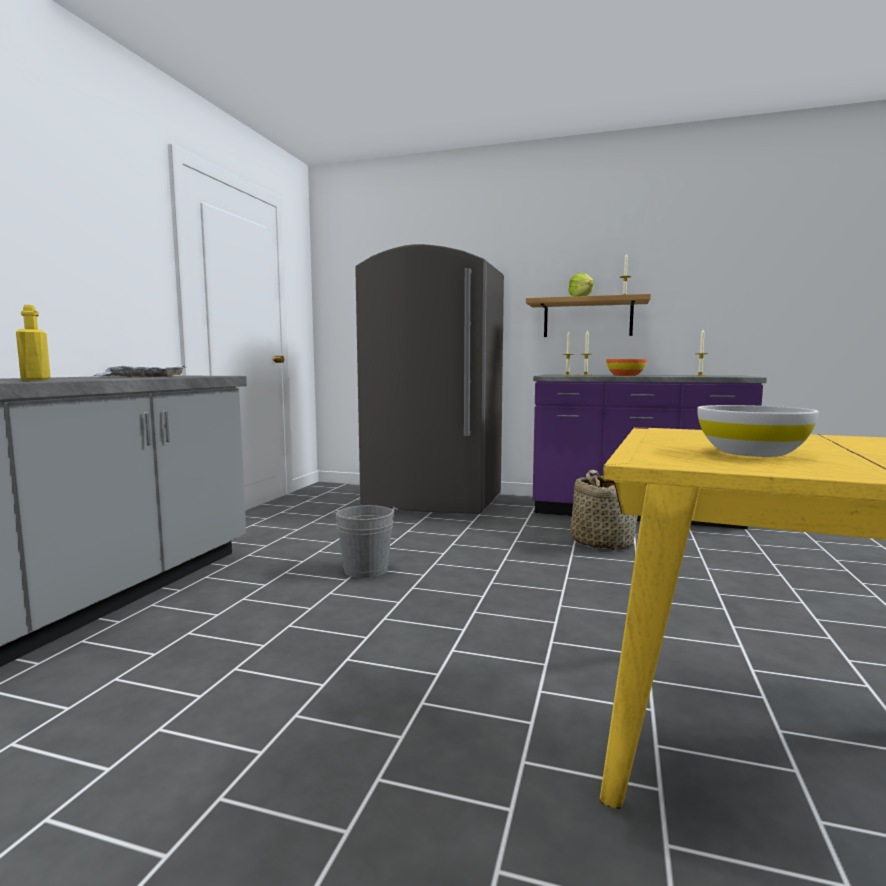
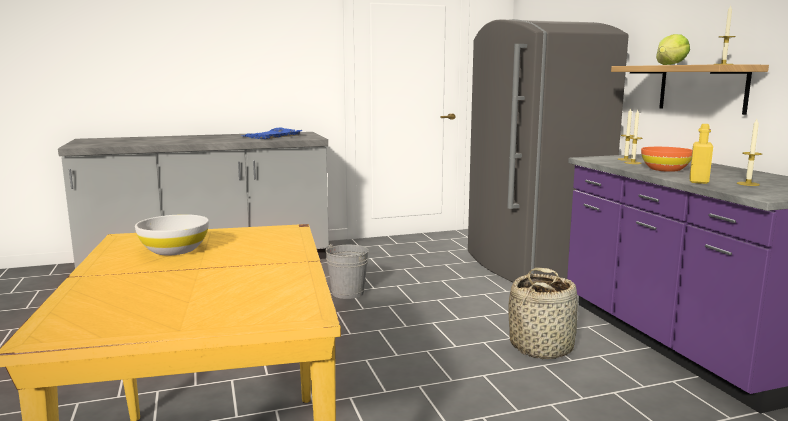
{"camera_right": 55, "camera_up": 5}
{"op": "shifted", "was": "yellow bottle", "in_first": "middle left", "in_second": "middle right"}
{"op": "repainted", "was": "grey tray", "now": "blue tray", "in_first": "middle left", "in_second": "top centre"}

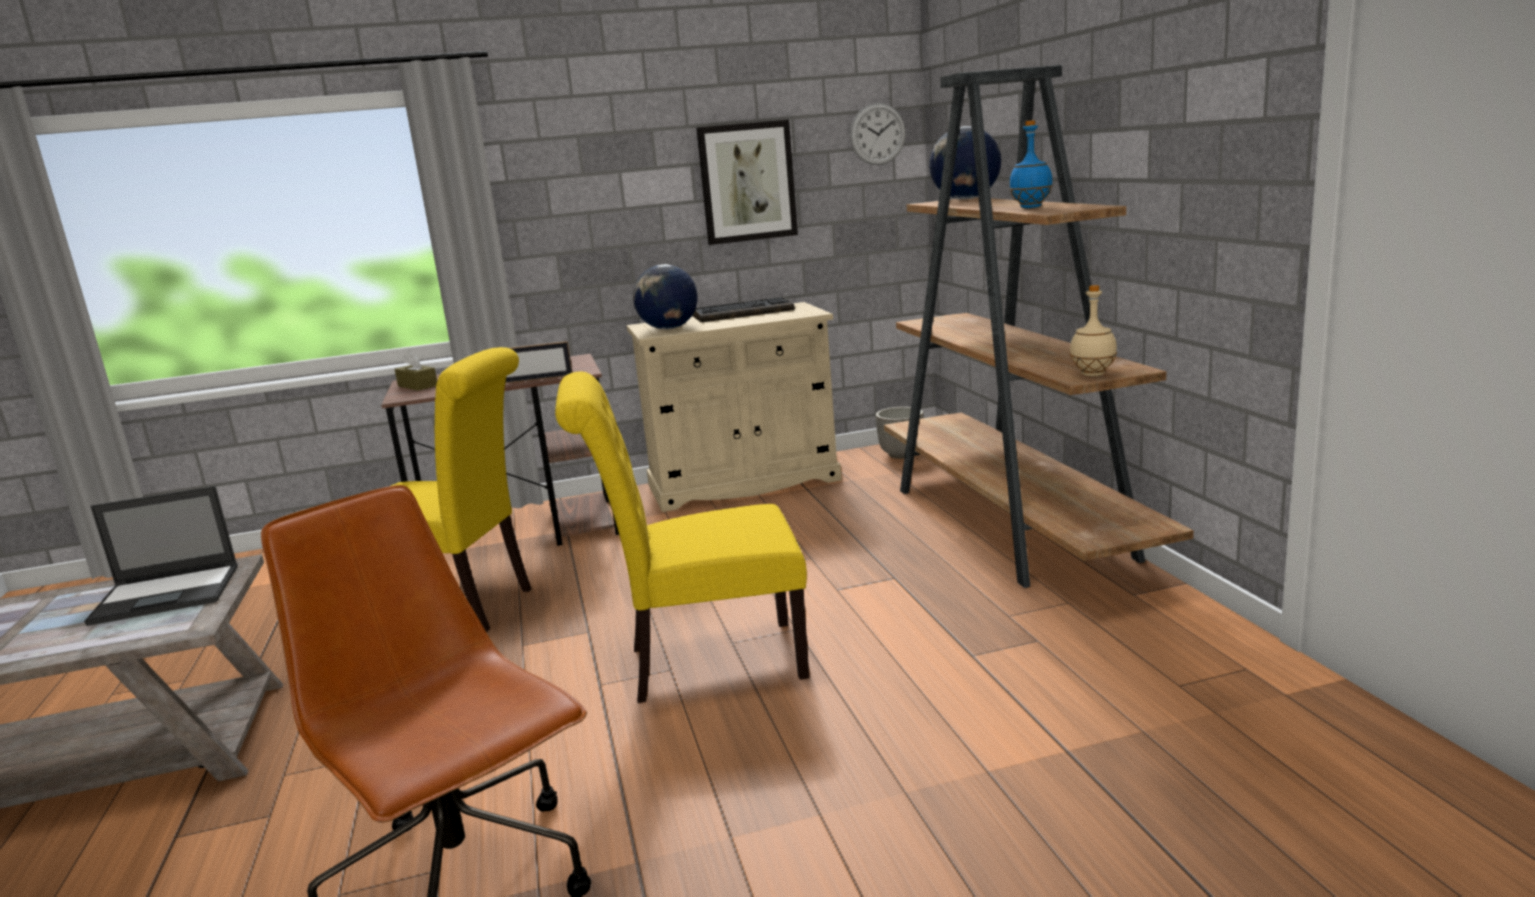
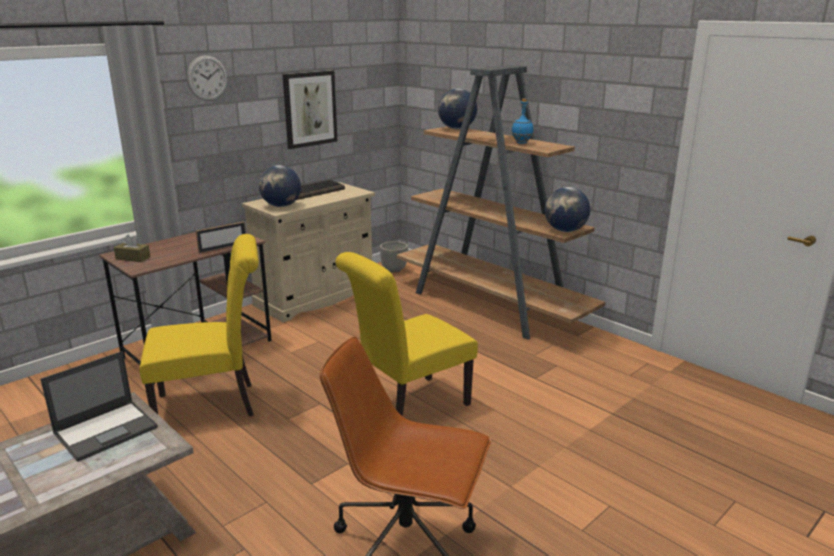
{"camera_right": -30, "camera_up": 5}
{"op": "shifted", "was": "wall clock", "in_first": "top centre", "in_second": "top left"}
{"op": "swapped", "was": "beige bottle", "now": "globe (no. 3 from left)", "in_first": "middle right", "in_second": "middle right"}

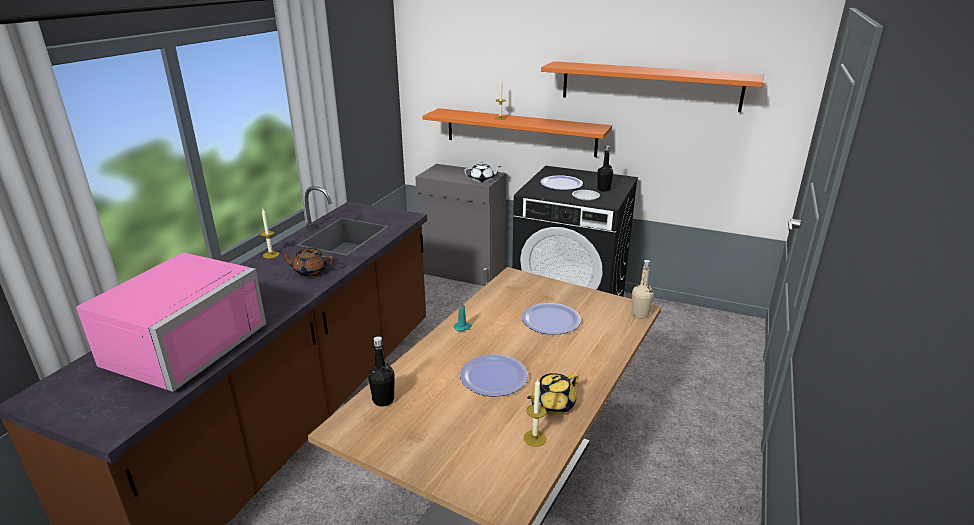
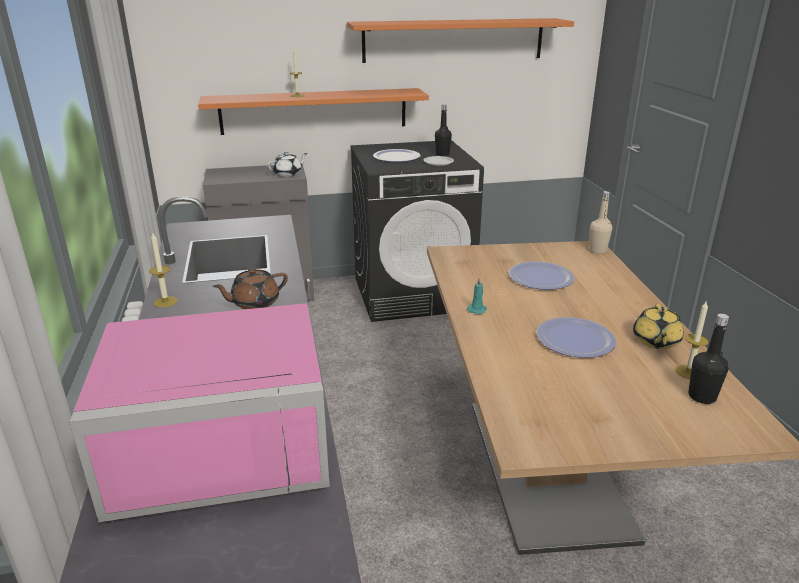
{"camera_right": -35, "camera_up": 0}
{"op": "rotated", "was": "pink microwave", "in_first": "middle left", "in_second": "bottom left", "clockwise": 90}
{"op": "shifted", "was": "black bottle (no. 1 from left in the first image)", "now": "black bottle (no. 2 from left)", "in_first": "bottom centre", "in_second": "middle right"}

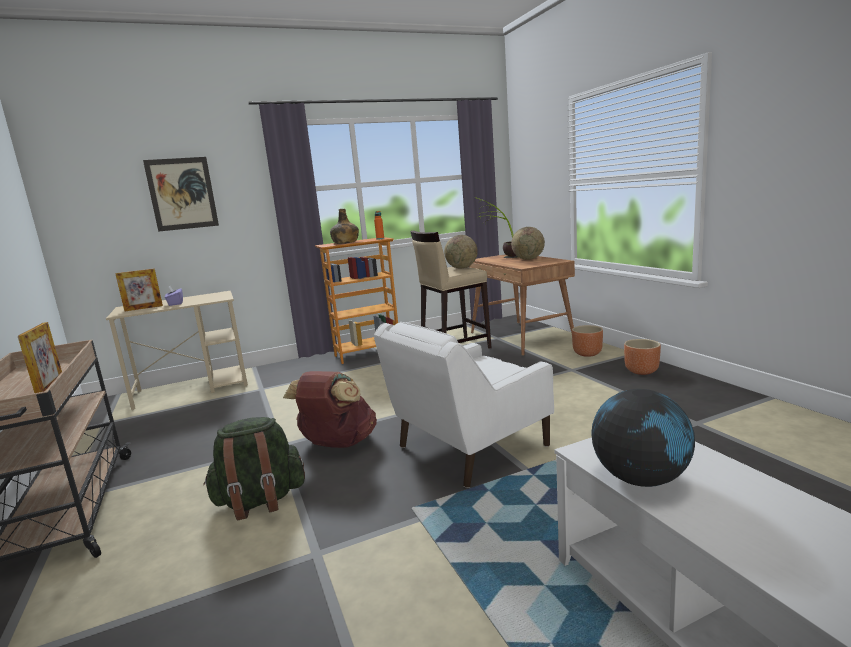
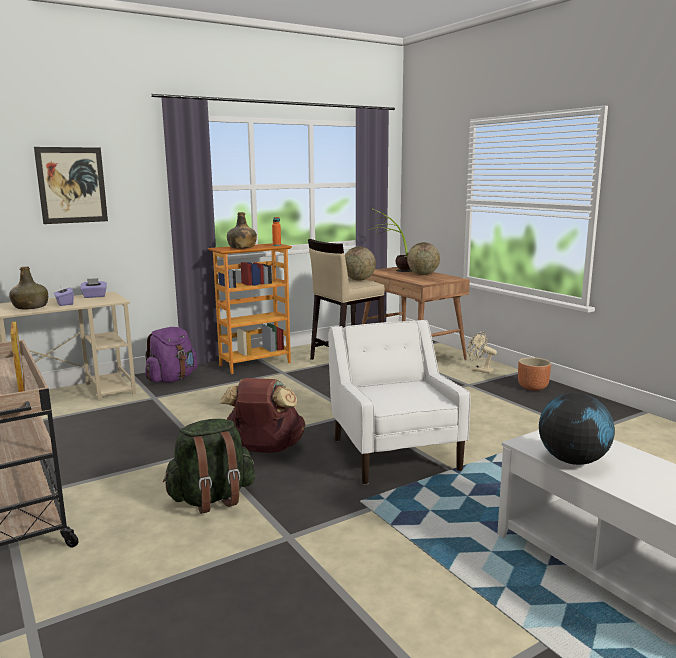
{"camera_right": -10, "camera_up": 0}
{"op": "swapped", "was": "picture frame (no. 2 from left)", "now": "green bottle (no. 1 from left)", "in_first": "middle left", "in_second": "middle left"}
{"op": "rotated", "was": "white armchair", "in_first": "centre", "in_second": "centre", "clockwise": 120}
{"op": "swapped", "was": "brown planter (no. 1 from left)", "now": "beige fan", "in_first": "middle right", "in_second": "middle right"}
{"op": "new", "now": "purple tissue box (no. 2 from left)", "in_second": "middle left"}
{"op": "new", "now": "purple backpack", "in_second": "middle left"}

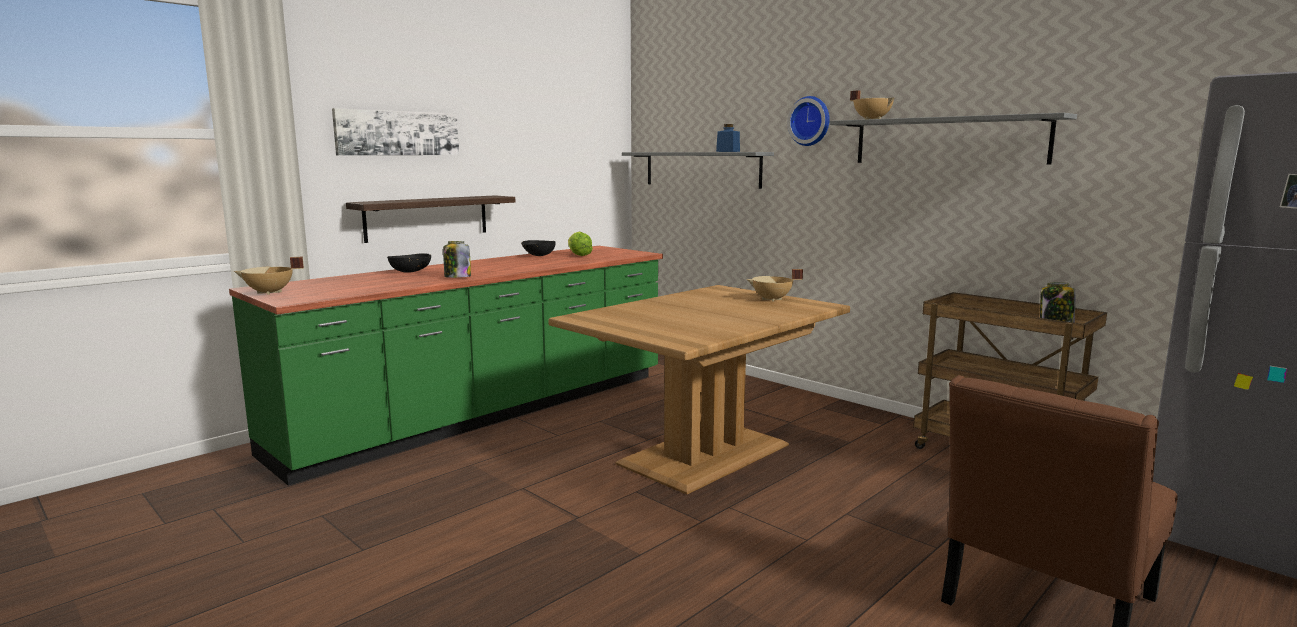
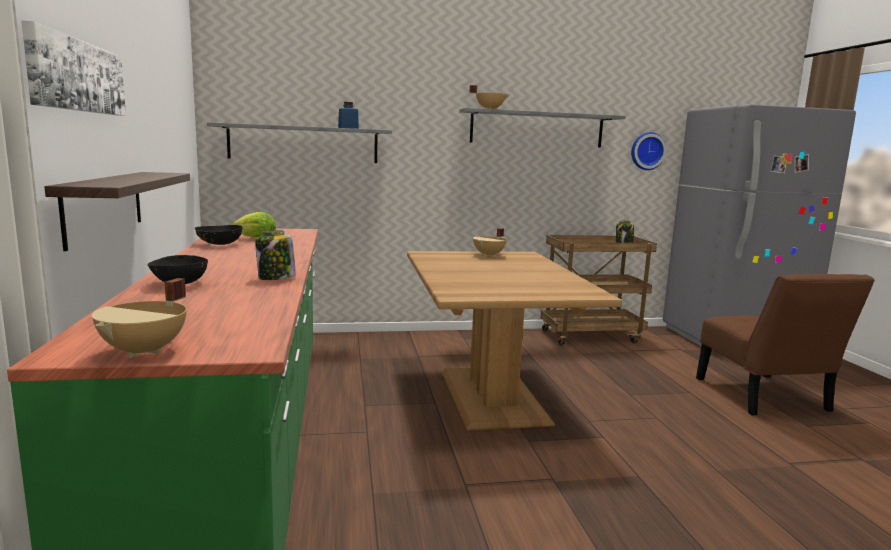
{"camera_right": -55, "camera_up": 0}
{"op": "shifted", "was": "wall clock", "in_first": "top centre", "in_second": "top right"}

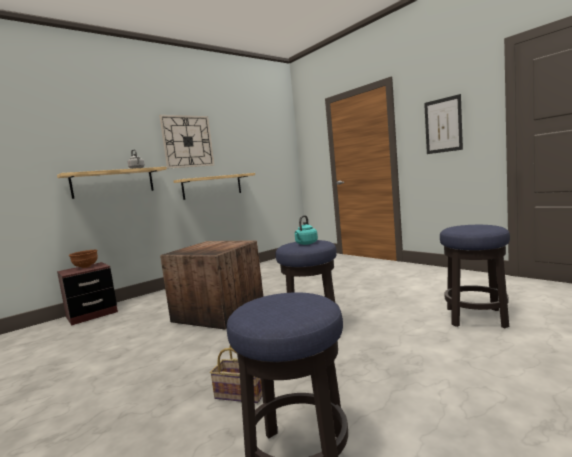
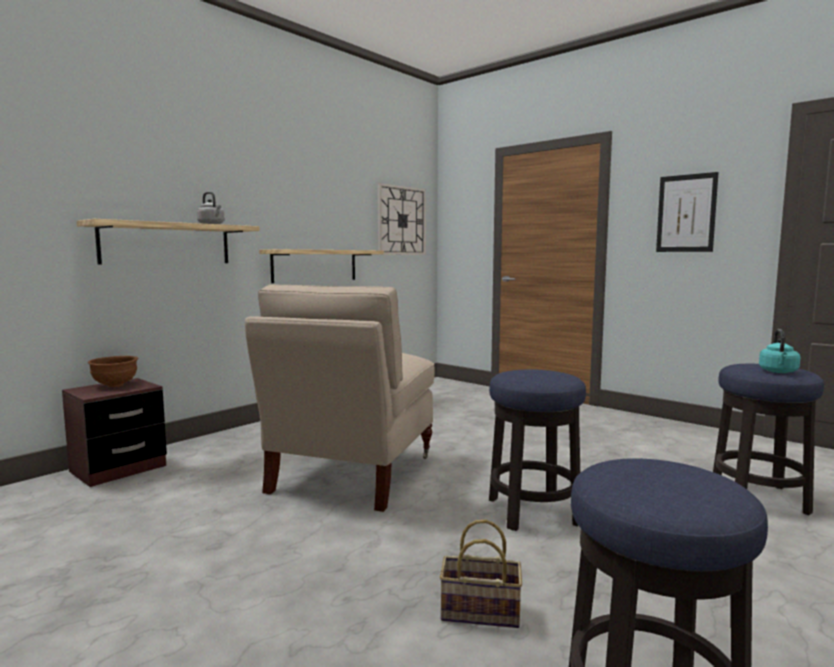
{"camera_right": -10, "camera_up": 0}
{"op": "shifted", "was": "wall clock", "in_first": "top left", "in_second": "top centre"}
{"op": "swapped", "was": "crate", "now": "beige chair", "in_first": "centre", "in_second": "centre"}
{"op": "shifted", "was": "turquoise kettle", "in_first": "centre", "in_second": "middle right"}

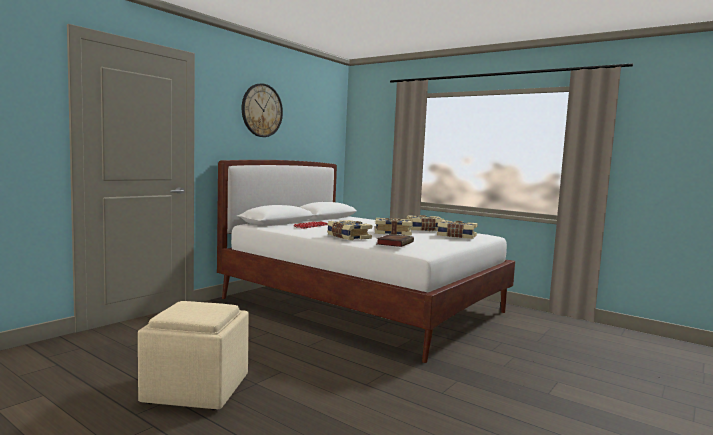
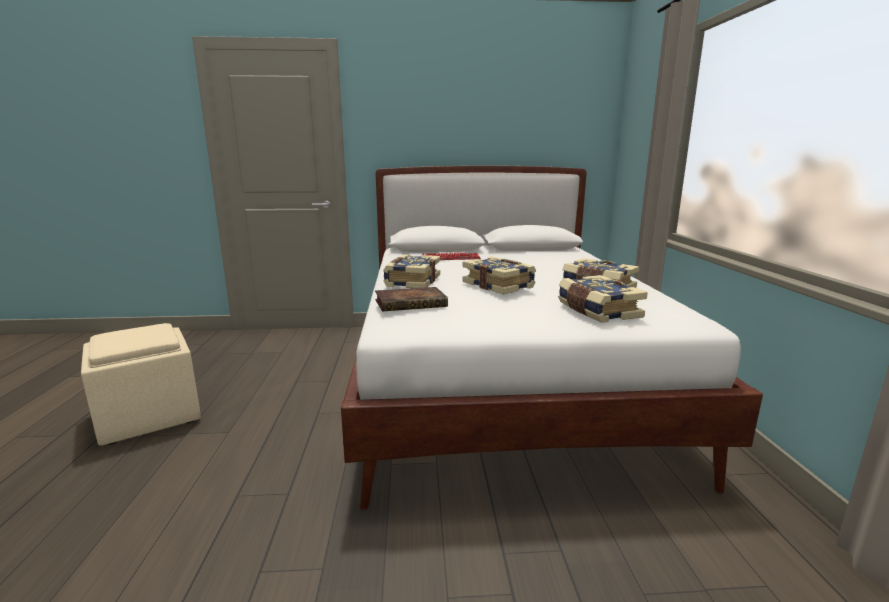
{"camera_right": 50, "camera_up": 10}
{"op": "gone", "was": "wall clock", "in_first": "top centre"}

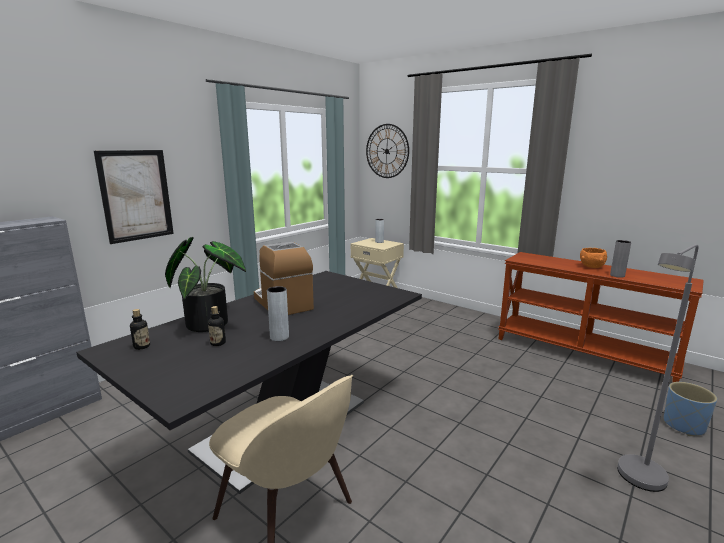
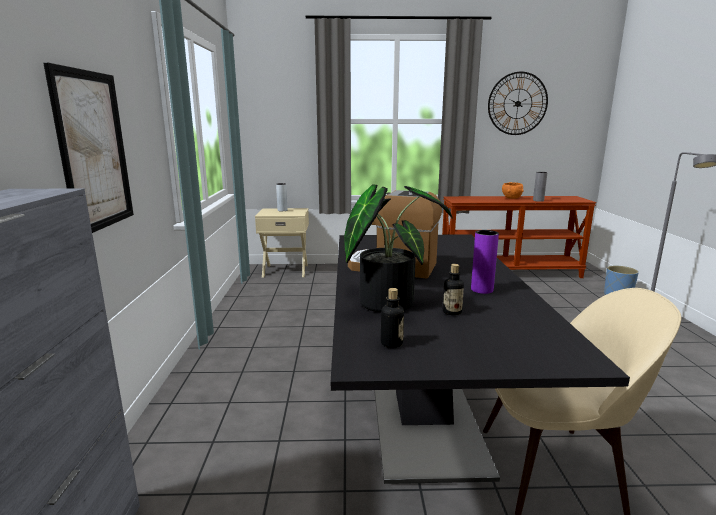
{"camera_right": -40, "camera_up": 0}
{"op": "repainted", "was": "grey vase (no. 1 from left)", "now": "purple vase", "in_first": "centre", "in_second": "middle right"}
{"op": "shifted", "was": "wall clock", "in_first": "top centre", "in_second": "top right"}

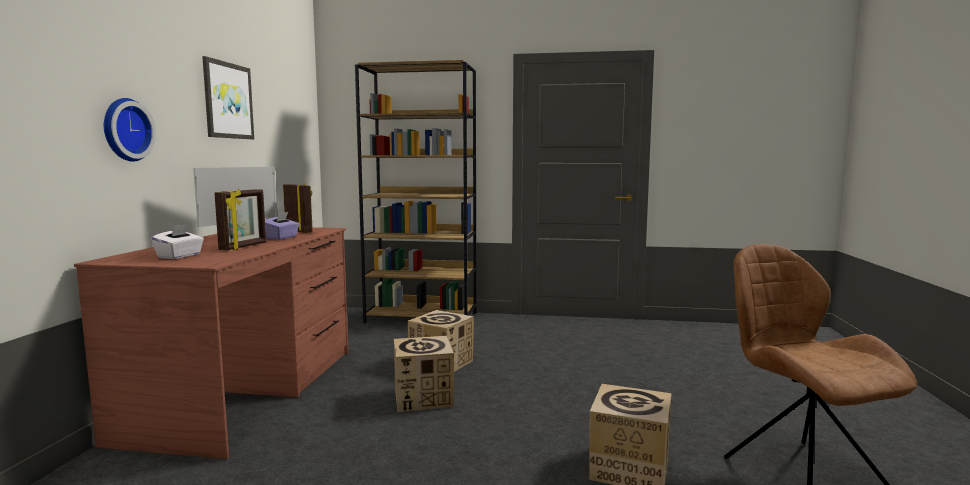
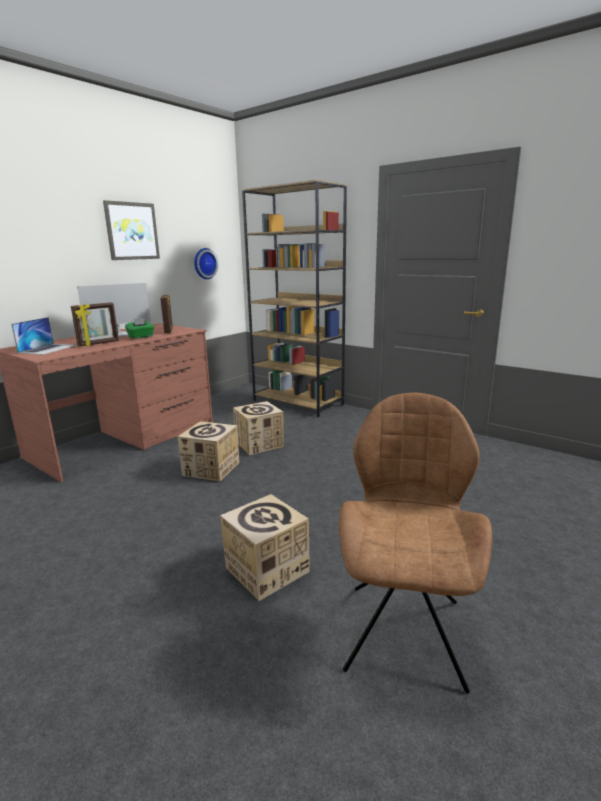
{"camera_right": 30, "camera_up": 10}
{"op": "shifted", "was": "wall clock", "in_first": "top left", "in_second": "top centre"}
{"op": "swapped", "was": "white tissue box", "now": "laptop", "in_first": "middle left", "in_second": "middle left"}
{"op": "repainted", "was": "purple tissue box", "now": "green tissue box", "in_first": "middle left", "in_second": "middle left"}

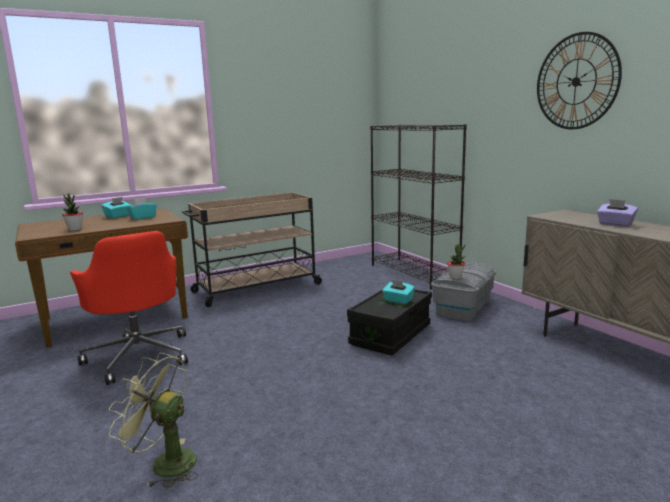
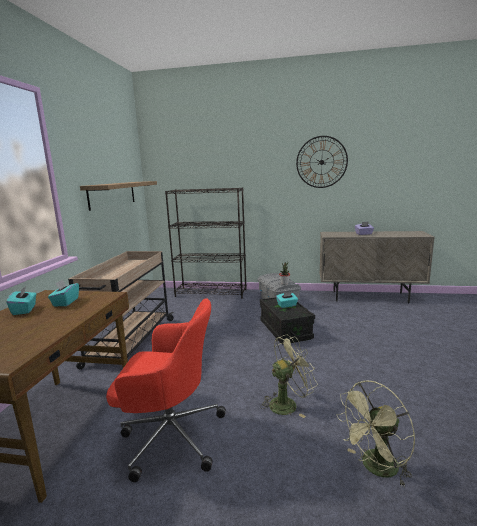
{"camera_right": -50, "camera_up": 0}
{"op": "gone", "was": "potted plant (no. 1 from left)", "in_first": "middle left"}
{"op": "new", "now": "shelf", "in_second": "middle left"}
{"op": "new", "now": "green fan (no. 1 from left)", "in_second": "bottom centre"}

